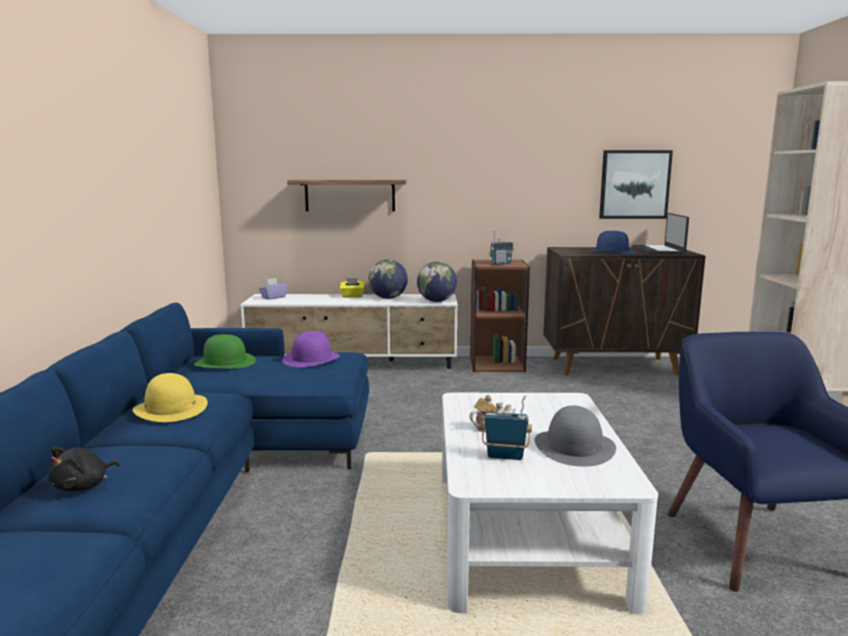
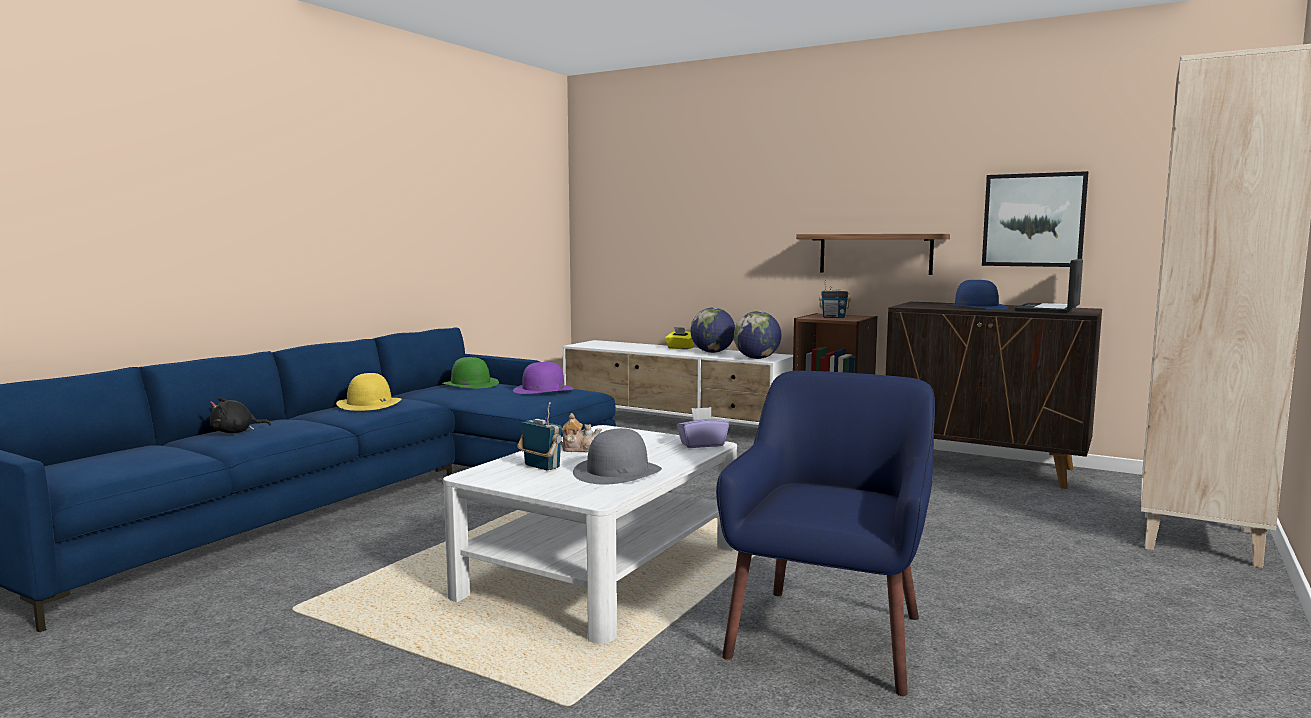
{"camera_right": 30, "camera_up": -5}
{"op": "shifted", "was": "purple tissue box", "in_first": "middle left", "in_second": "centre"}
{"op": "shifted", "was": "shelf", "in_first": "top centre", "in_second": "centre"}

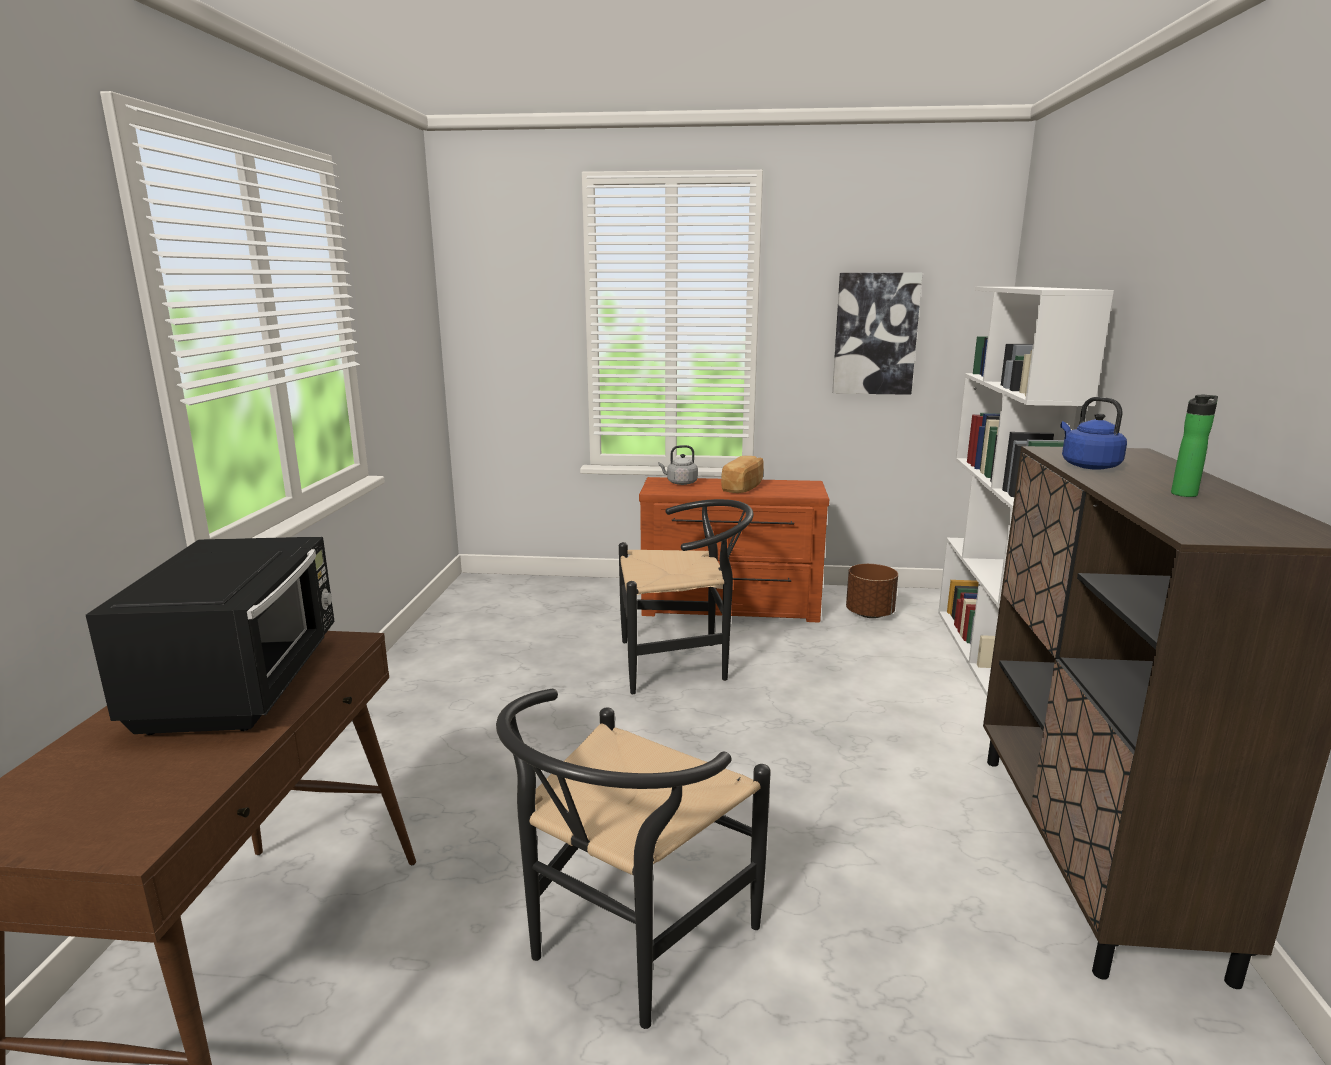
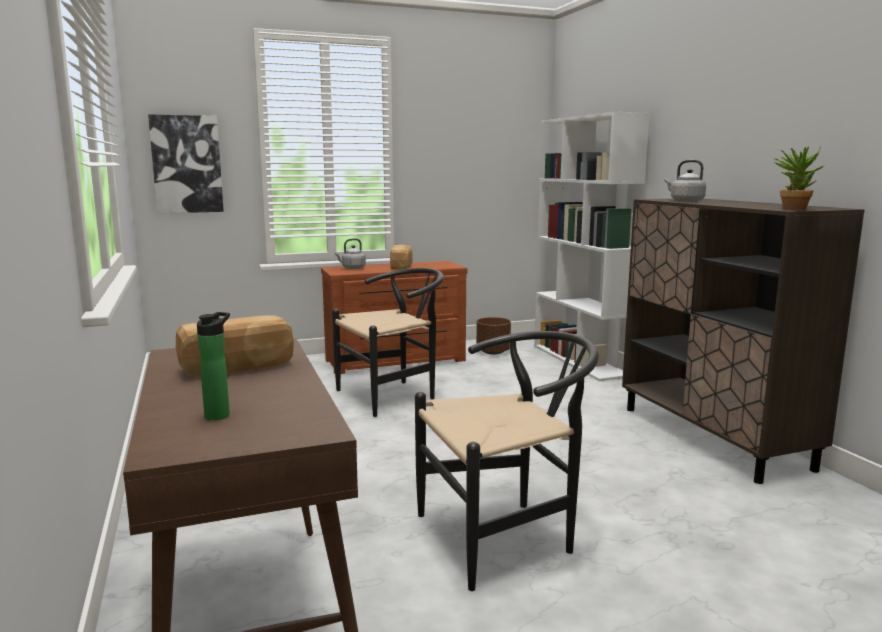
{"camera_right": -25, "camera_up": -5}
{"op": "swapped", "was": "black microwave", "now": "bread (no. 1 from left)", "in_first": "middle left", "in_second": "middle left"}
{"op": "rotated", "was": "black chair (no. 1 from left in the first image)", "in_first": "bottom centre", "in_second": "bottom centre", "clockwise": -120}
{"op": "shifted", "was": "picture", "in_first": "top centre", "in_second": "top left"}
{"op": "repainted", "was": "blue kettle", "now": "grey kettle (no. 2 from left)", "in_first": "middle right", "in_second": "top right"}
{"op": "shifted", "was": "bottle", "in_first": "middle right", "in_second": "middle left"}
{"op": "new", "now": "potted plant", "in_second": "top right"}

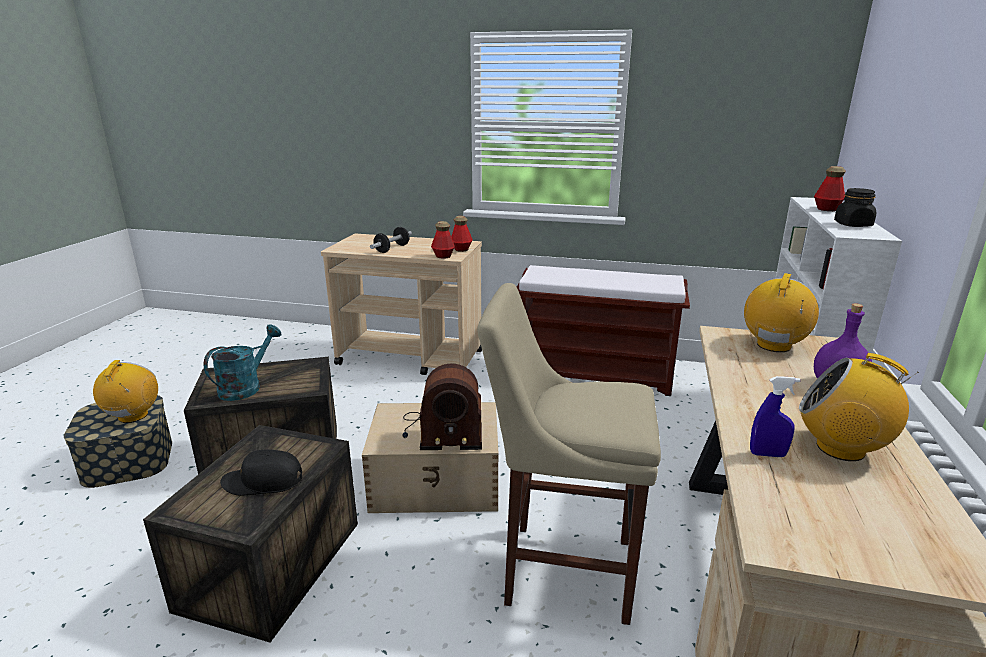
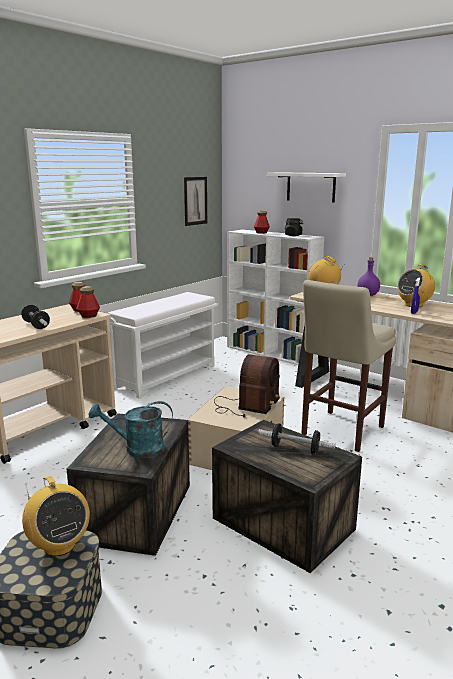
{"camera_right": -65, "camera_up": -5}
{"op": "rotated", "was": "radio (no. 1 from left)", "in_first": "middle left", "in_second": "bottom left", "clockwise": -150}
{"op": "rotated", "was": "turquoise watering can", "in_first": "middle left", "in_second": "middle left", "clockwise": -60}
{"op": "swapped", "was": "black cap", "now": "dumbbell (no. 2 from left)", "in_first": "bottom left", "in_second": "centre"}
{"op": "repainted", "was": "brown bench", "now": "white bench", "in_first": "centre", "in_second": "centre"}
{"op": "new", "now": "picture", "in_second": "top centre"}
{"op": "new", "now": "white shelf", "in_second": "top right"}

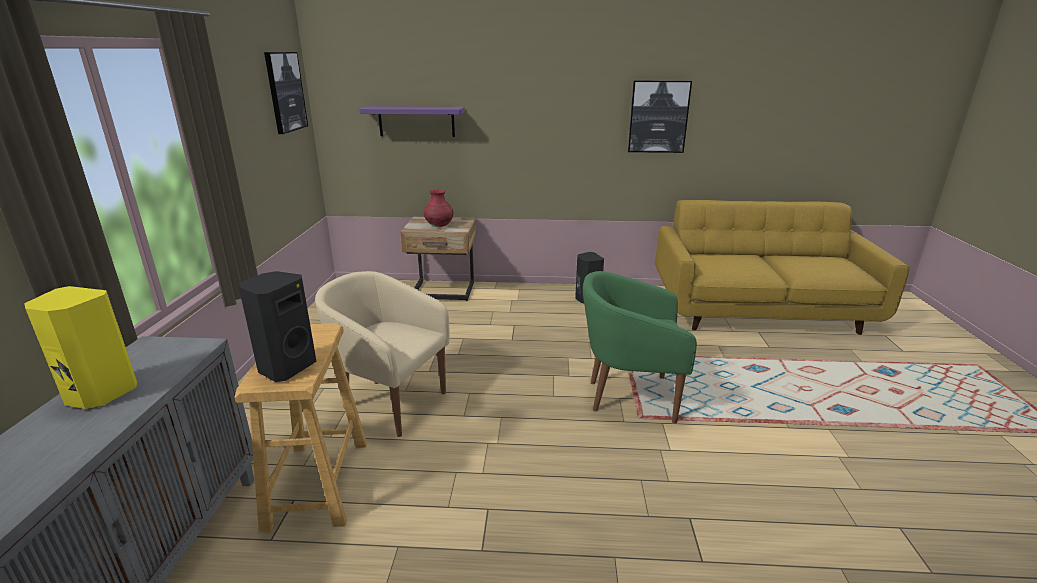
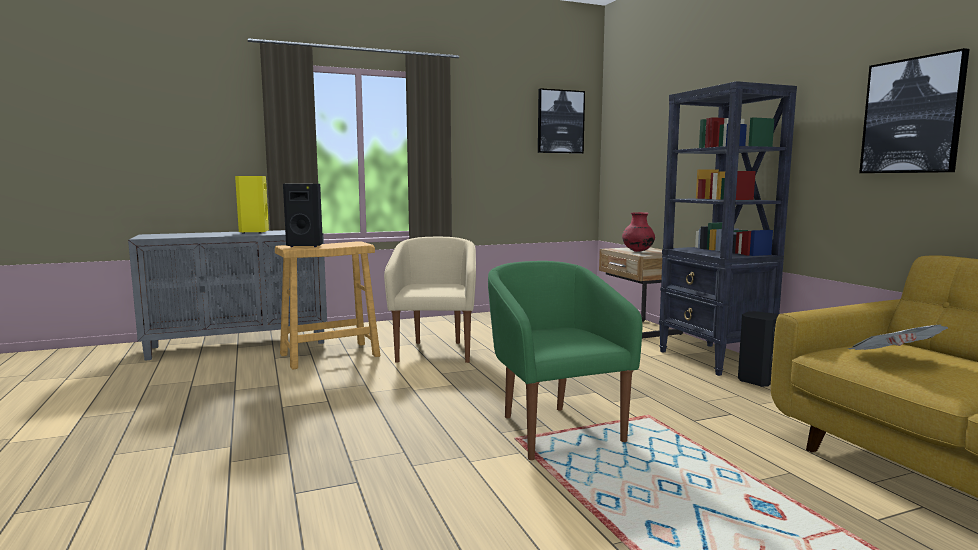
{"camera_right": 65, "camera_up": -15}
{"op": "gone", "was": "purple shelf", "in_first": "top centre"}
{"op": "new", "now": "black bookcase", "in_second": "middle right"}
{"op": "new", "now": "newspaper", "in_second": "middle right"}

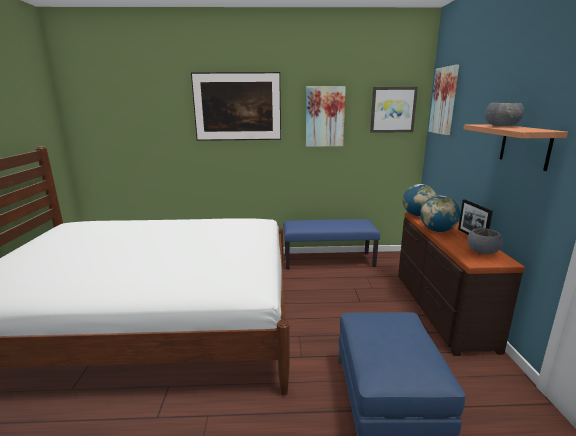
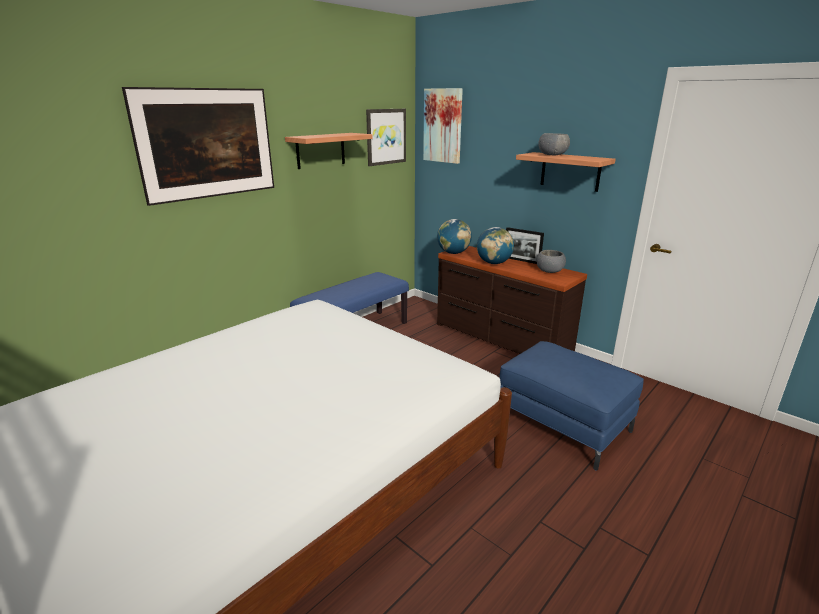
{"camera_right": -45, "camera_up": 5}
{"op": "swapped", "was": "picture (no. 2 from left)", "now": "shelf (no. 1 from left)", "in_first": "top centre", "in_second": "top centre"}

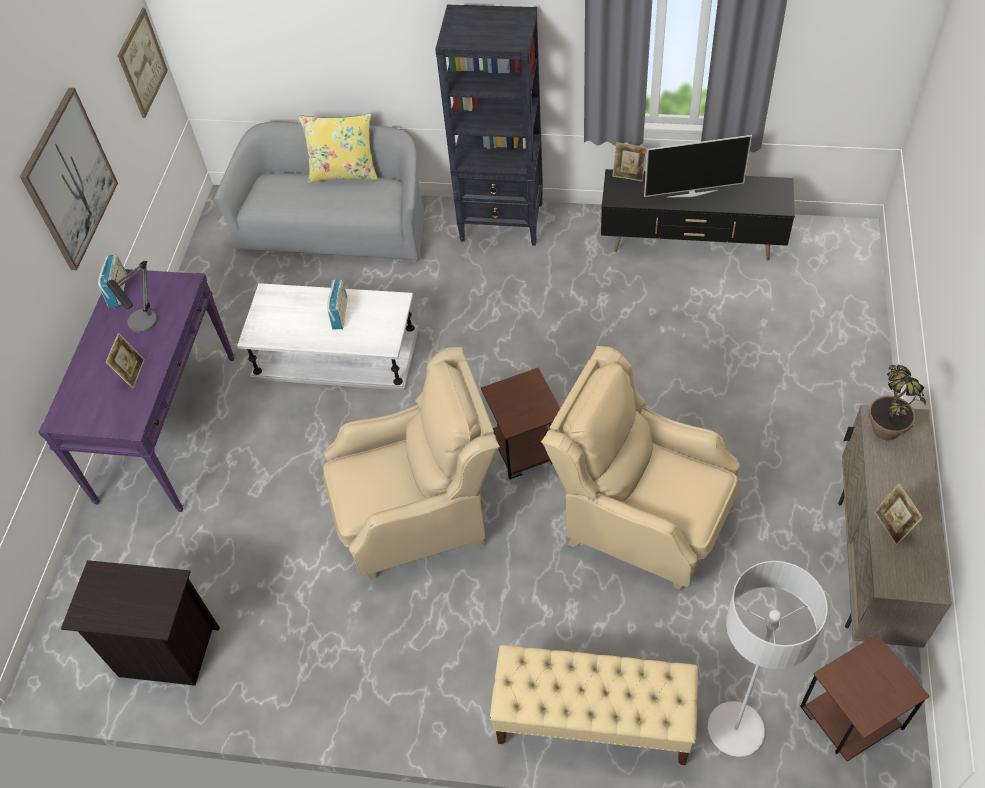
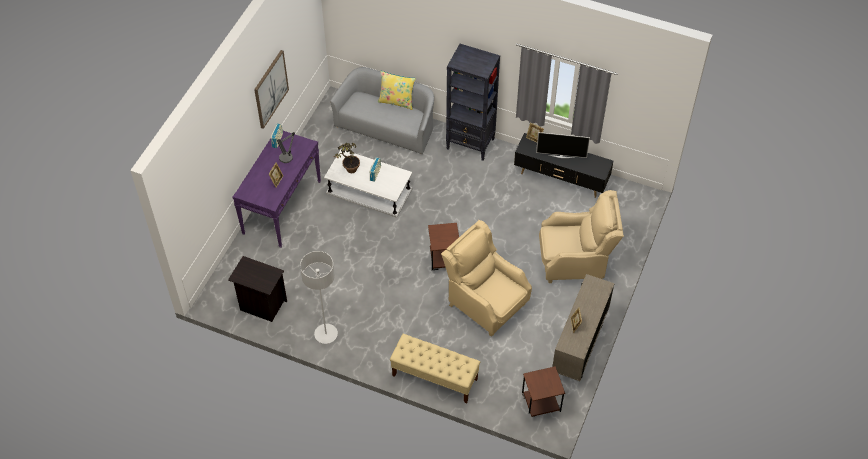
{"camera_right": 10, "camera_up": 0}
{"op": "gone", "was": "picture (no. 2 from left)", "in_first": "top left"}
{"op": "shifted", "was": "beige armchair (no. 1 from left in the first image)", "now": "beige armchair (no. 2 from left)", "in_first": "centre", "in_second": "middle right"}
{"op": "shifted", "was": "grey floor lamp", "in_first": "bottom right", "in_second": "centre"}
{"op": "shifted", "was": "potted plant", "in_first": "middle right", "in_second": "centre"}

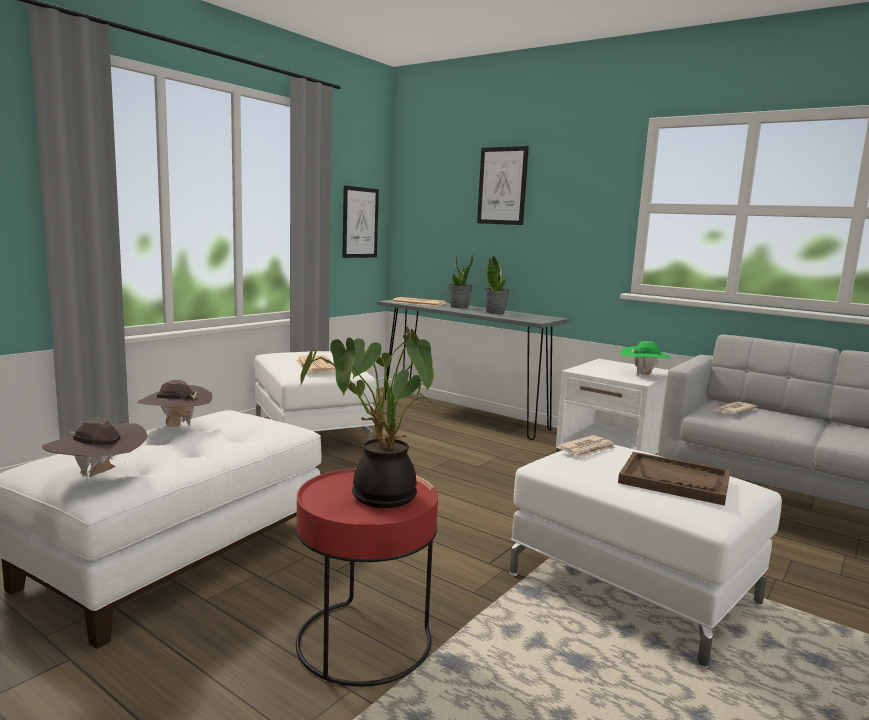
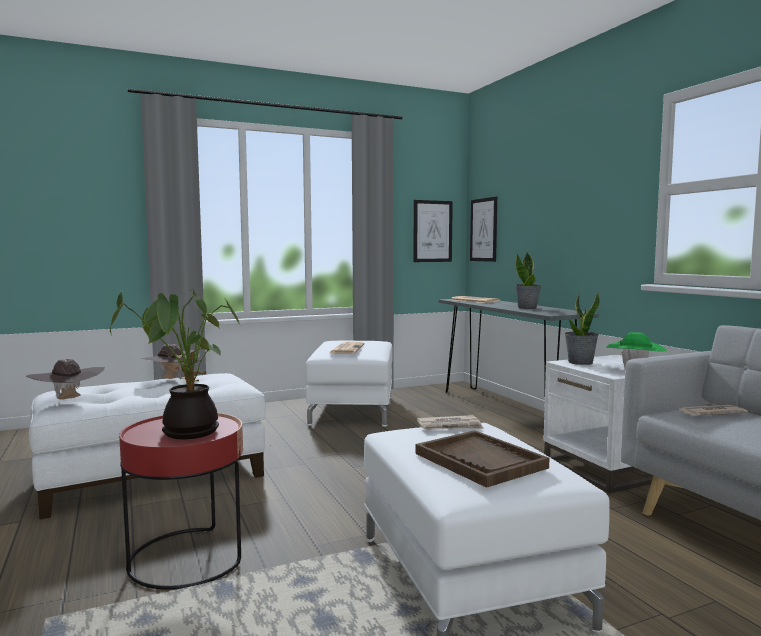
{"camera_right": 30, "camera_up": -5}
{"op": "shifted", "was": "potted plant (no. 2 from left in the first image)", "now": "potted plant (no. 3 from left)", "in_first": "centre", "in_second": "middle right"}
{"op": "shifted", "was": "picture (no. 2 from left)", "in_first": "top centre", "in_second": "centre"}

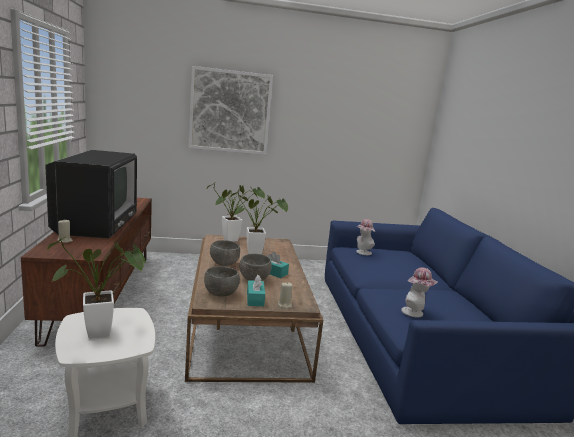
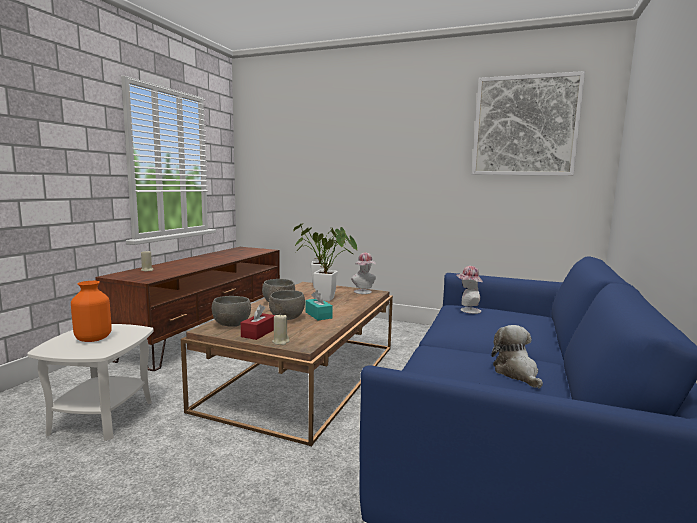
{"camera_right": 30, "camera_up": -5}
{"op": "gone", "was": "television", "in_first": "middle left"}
{"op": "swapped", "was": "potted plant (no. 1 from left)", "now": "orange vase", "in_first": "middle left", "in_second": "middle left"}
{"op": "shifted", "was": "picture", "in_first": "top centre", "in_second": "top right"}
{"op": "repainted", "was": "turquoise tissue box (no. 1 from left)", "now": "red tissue box", "in_first": "centre", "in_second": "centre"}
{"op": "shifted", "was": "hat (no. 2 from left in the first image)", "now": "hat (no. 1 from left)", "in_first": "bottom right", "in_second": "centre"}
{"op": "new", "now": "plush toy", "in_second": "bottom right"}

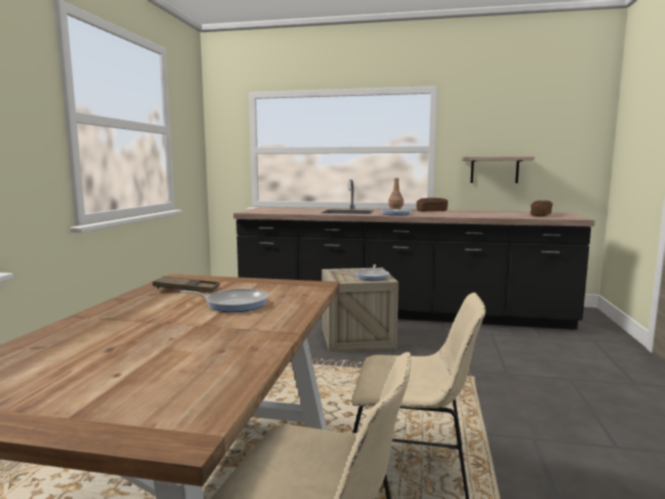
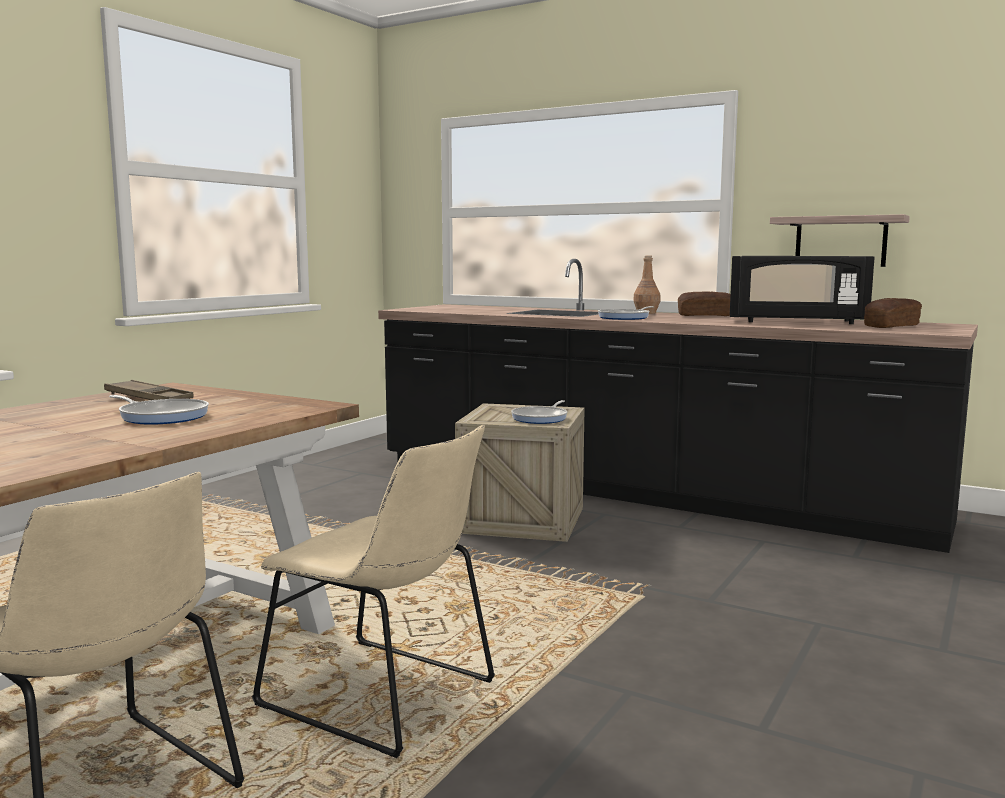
{"camera_right": 20, "camera_up": 0}
{"op": "new", "now": "black microwave", "in_second": "middle right"}

